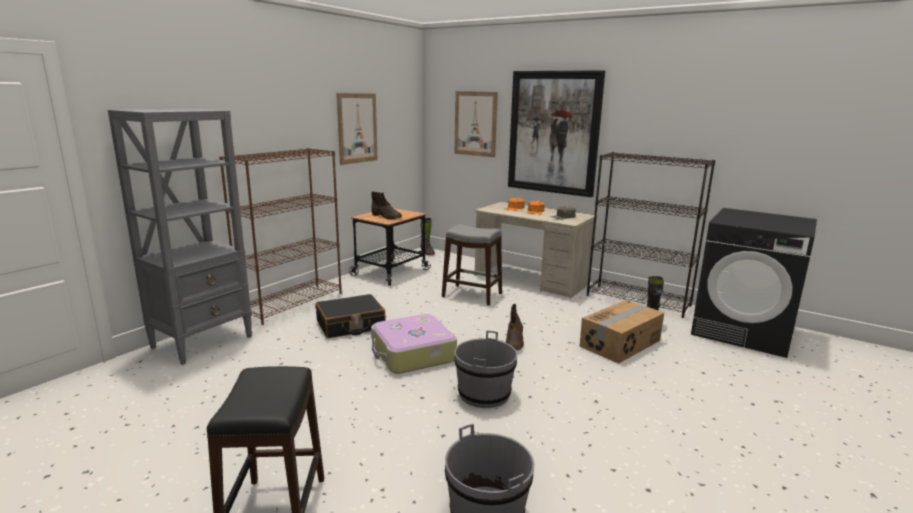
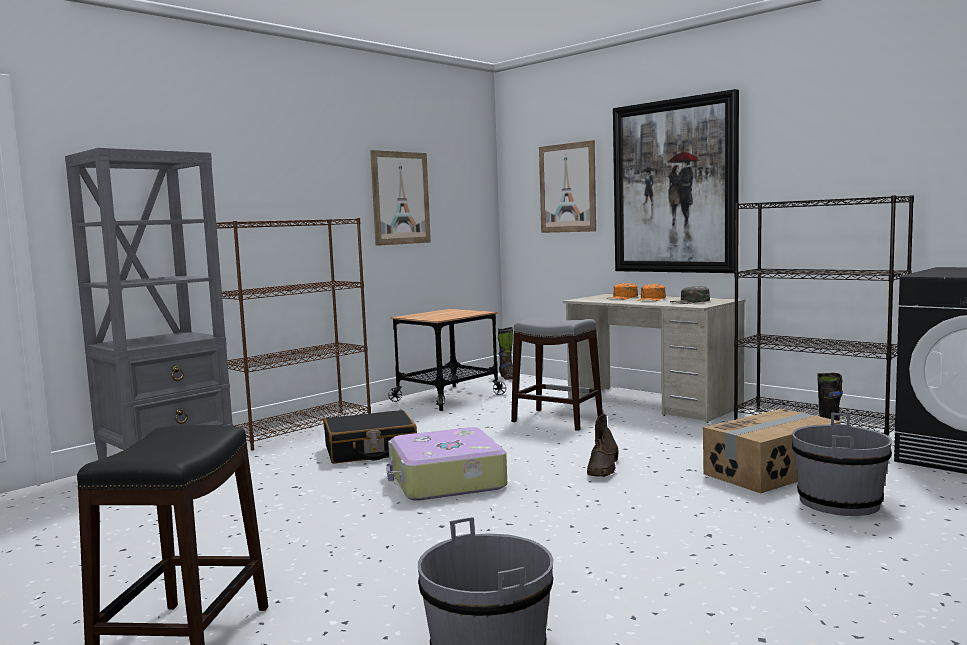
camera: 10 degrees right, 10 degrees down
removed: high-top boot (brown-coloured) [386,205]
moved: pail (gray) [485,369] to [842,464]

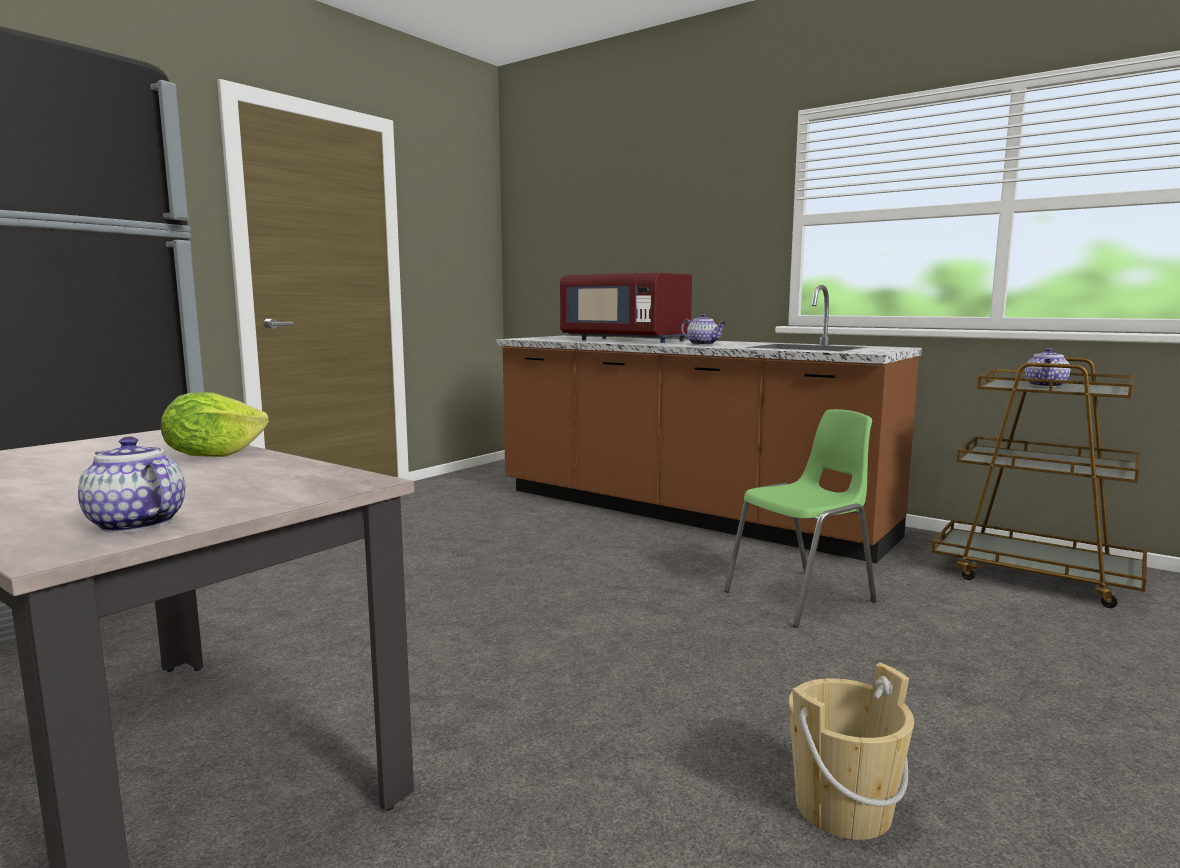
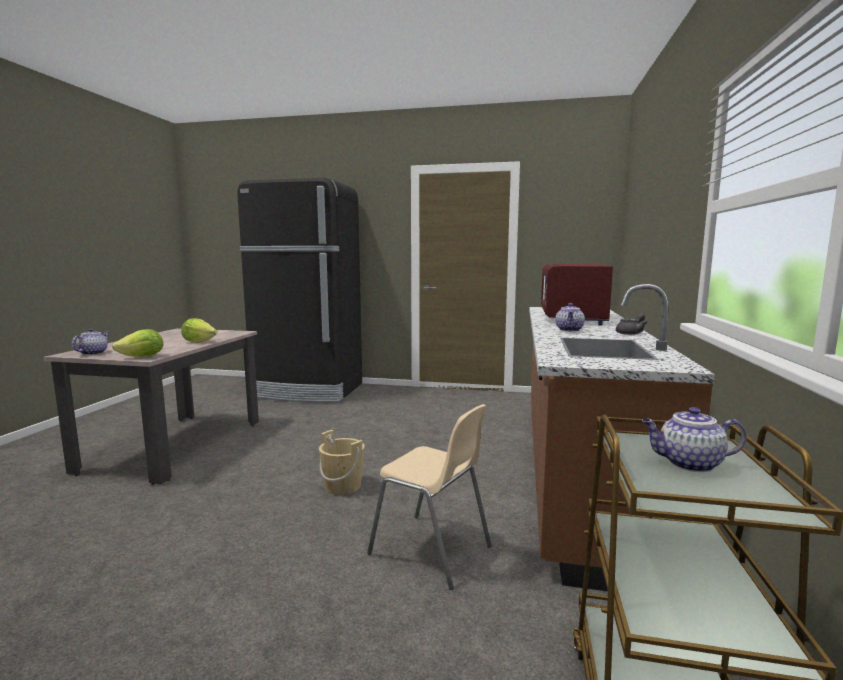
camera: 65 degrees right, 0 degrees up
added: lettuce [137,343]; pot for tea (gray) [632,324]
moved: pail (sand-coloured) [851,751] to [342,462]
recoloured: chair (green-coloured) [800,518] to chair (sand-coloured) [429,497]

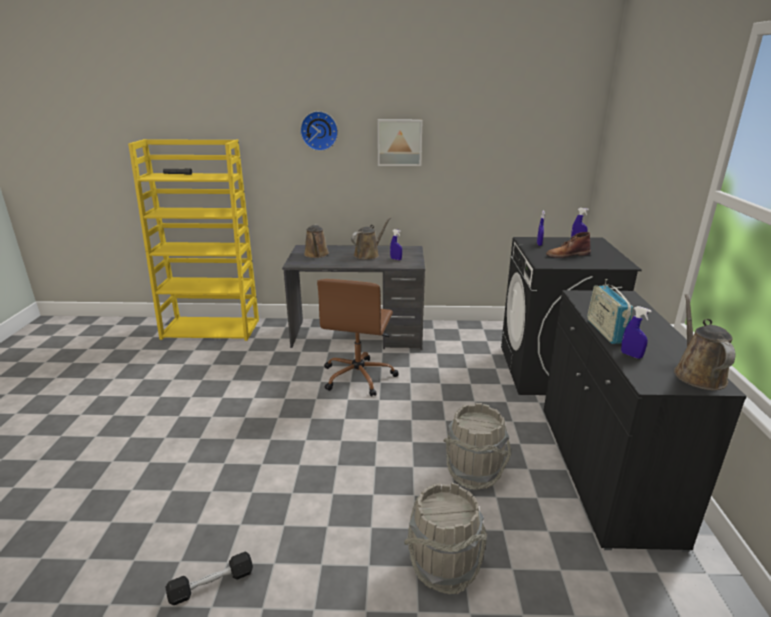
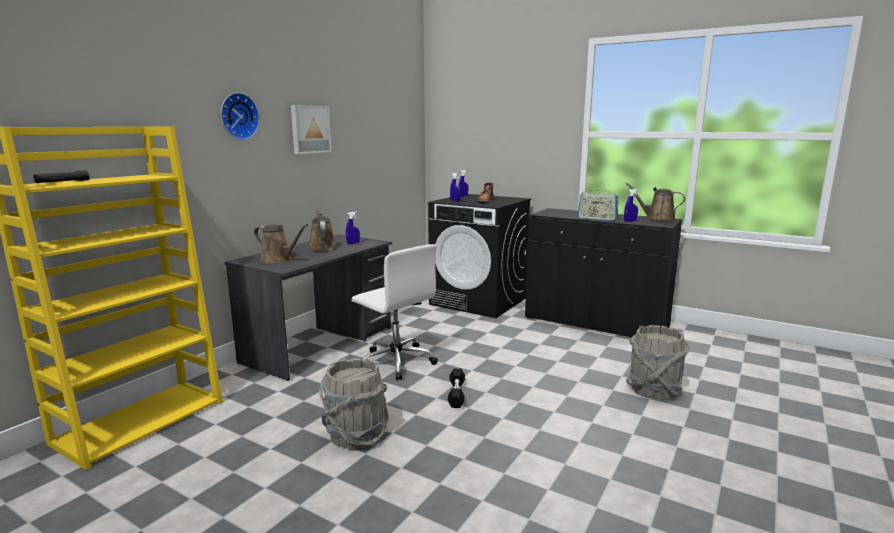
camera: 60 degrees left, 10 degrees down
moved: dumbbell (black) [209,578] to [456,388]; pail (gray) [477,446] to [354,403]
recoloured: desk chair (brown-coloured) [358,338] to desk chair (white-coloured) [394,312]

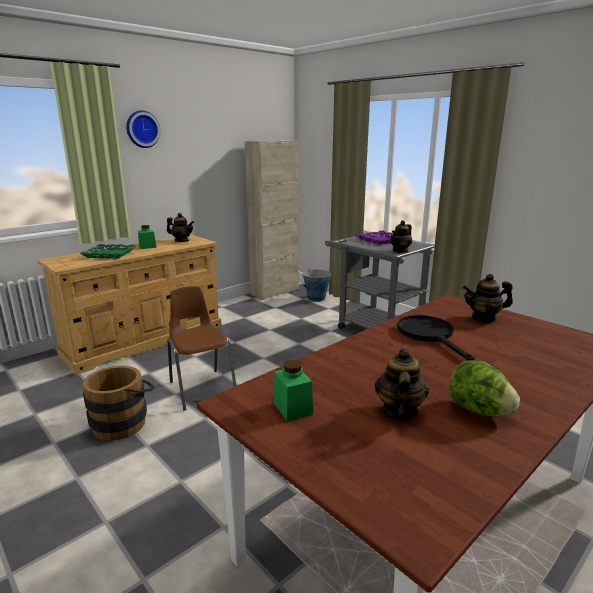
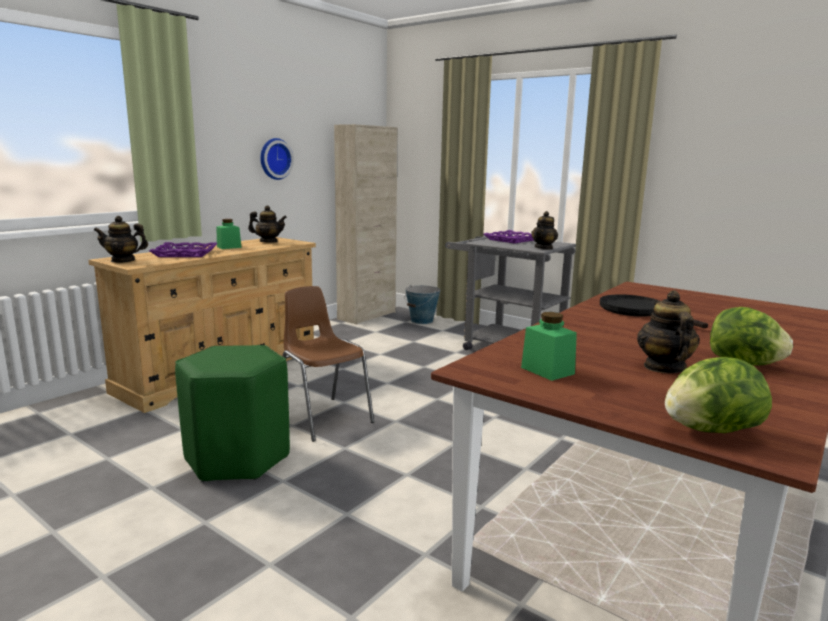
camera: 10 degrees left, 5 degrees down
added: lettuce [718,395]
moved: wall clock [143,129] to [277,159]; pot for tea [488,298] to [121,239]
replaced: pail (brown-coloured) [119,403] to stool (green-coloured) [232,413]
recoloured: tray (green-coloured) [108,251] to tray (purple) [183,249]

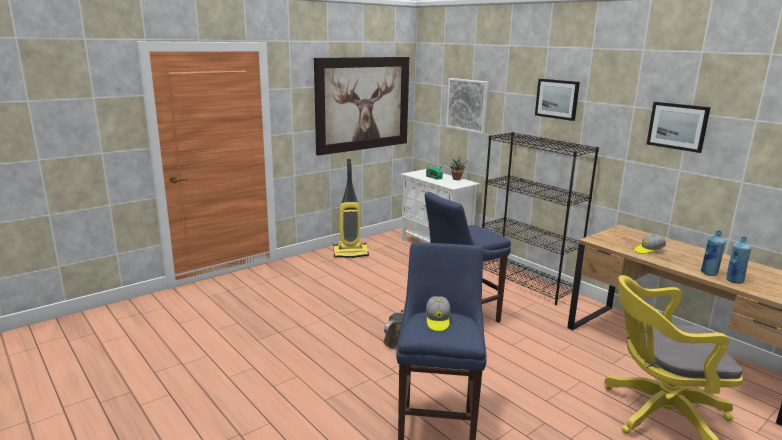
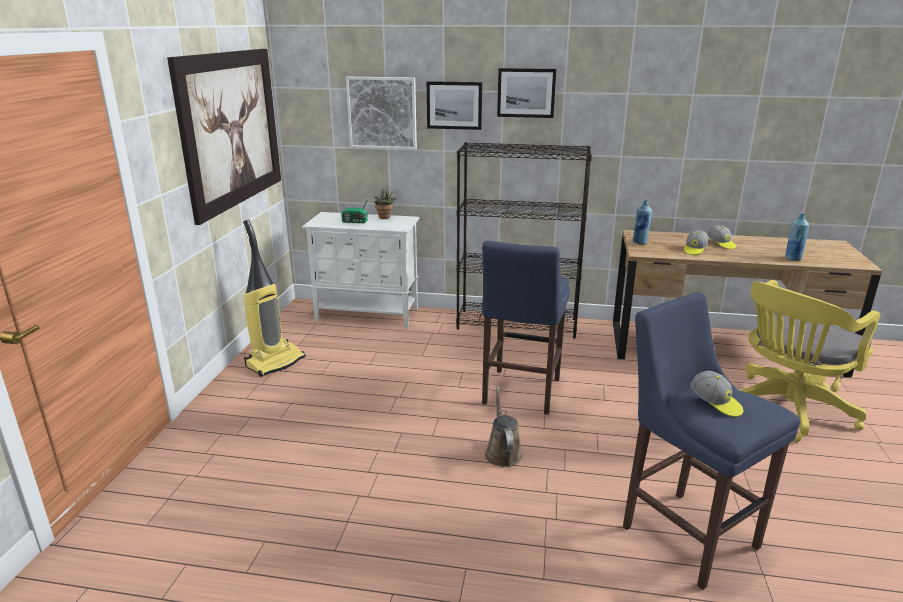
camera: 40 degrees left, 5 degrees up
added: peaked cap [721,237]
moved: wall picture [679,127] to [454,105]; drink bottle (bluish) [713,253] to [642,222]

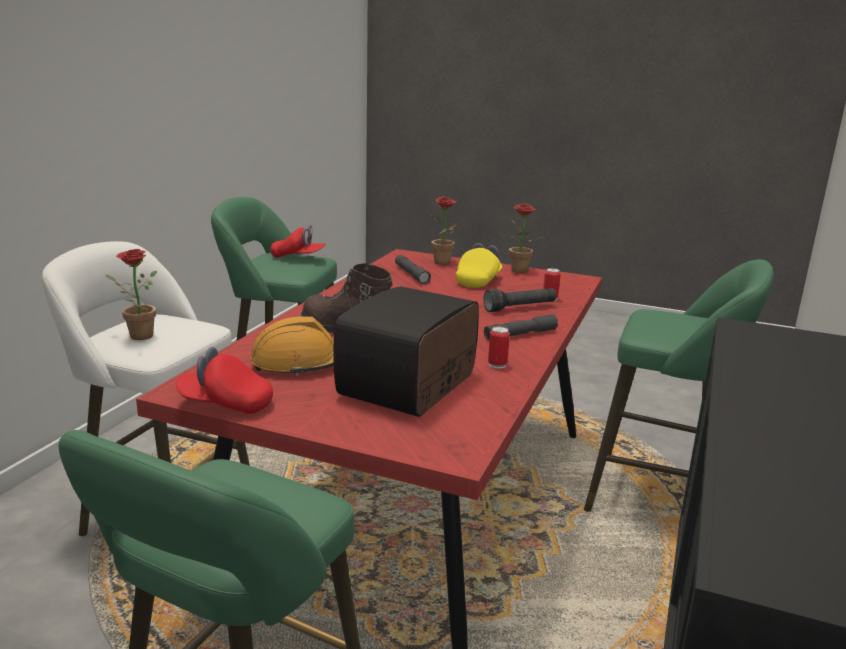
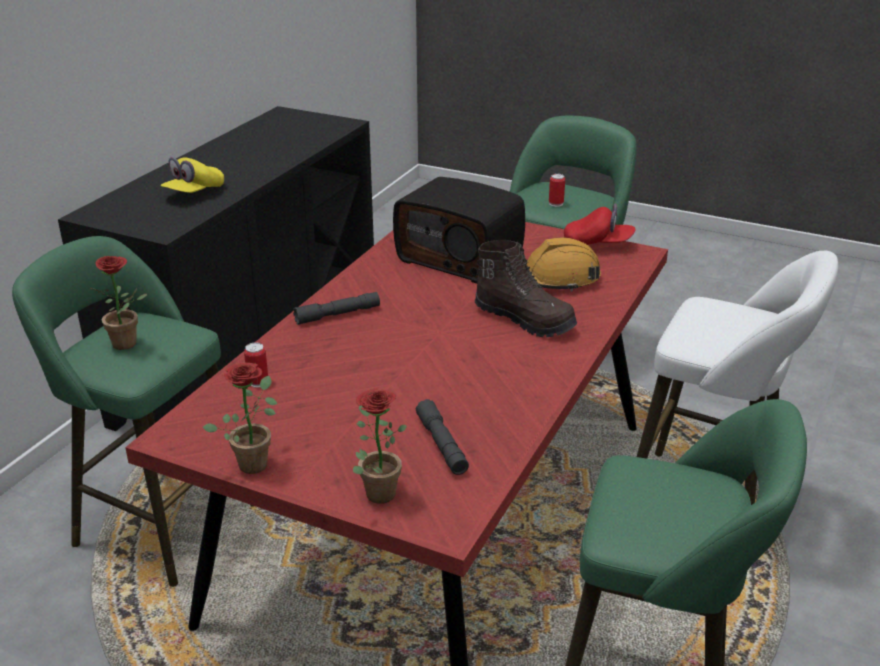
camera: 175 degrees left, 10 degrees up
removed: peaked cap (reddish) [298,241]; flashlight (black) [520,300]
moved: plant in a pot [131,294] to [118,303]; peaked cap (yellow-coloured) [479,265] to [192,175]; metal can [499,348] to [557,190]
turned: radio receiver [406,351] = [459,230] 90 degrees clockwise

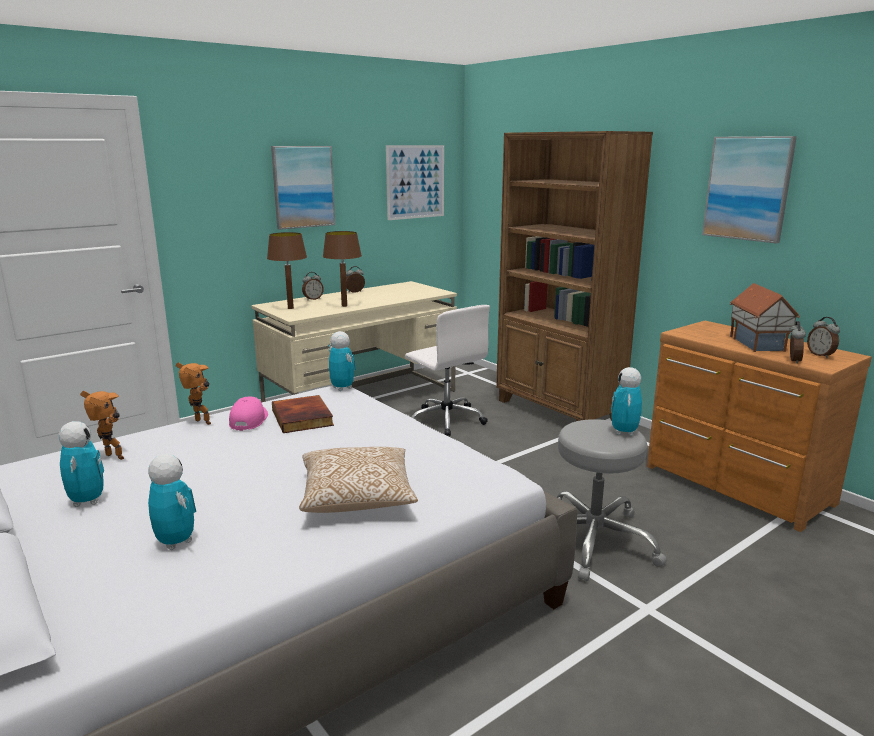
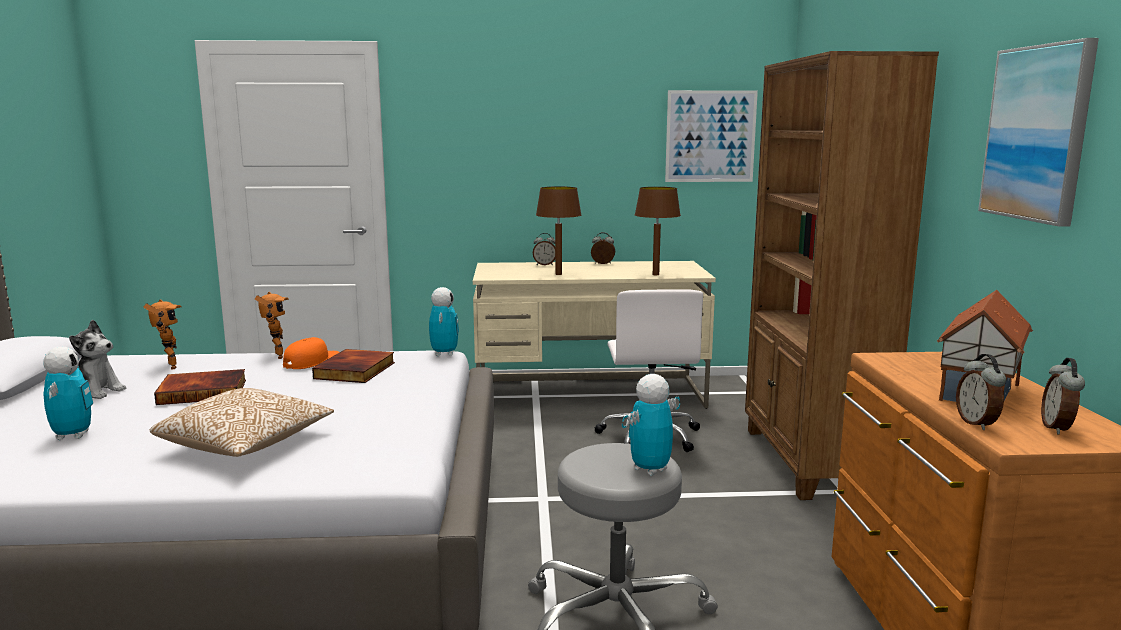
camera: 35 degrees right, 5 degrees down
removed: wall picture [303,188]
added: volume [200,387]
moved: table lamp (brown-coloured) [287,270] to [658,231]
replaced: robot figure [81,464] to cuddly toy [98,359]
recoloured: peaked cap (pink-coloured) [248,414] to peaked cap (orange) [311,353]
turned: bedside clock [797,342] = [981,392] 120 degrees clockwise

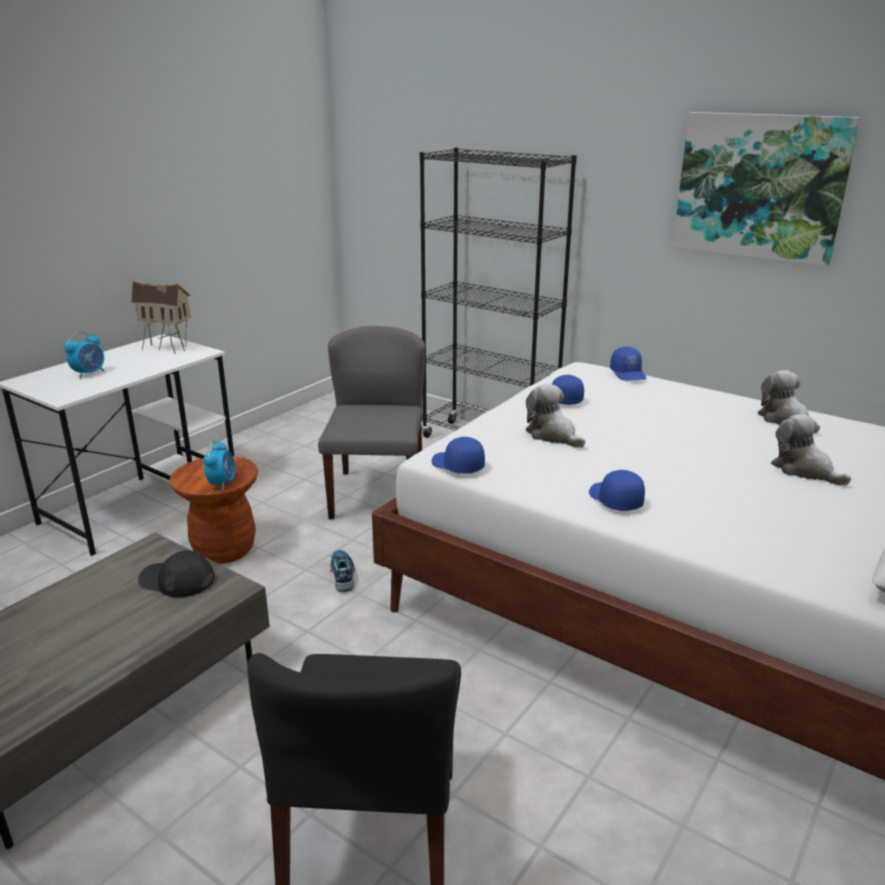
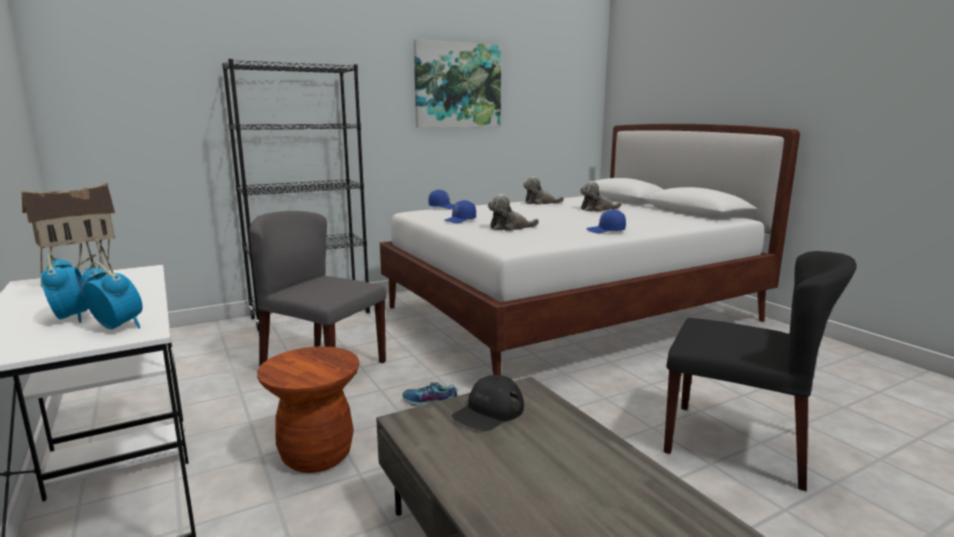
camera: 65 degrees left, 10 degrees down
removed: peaked cap (bluish) [458,455]
moved: bedside clock [219,466] to [111,295]

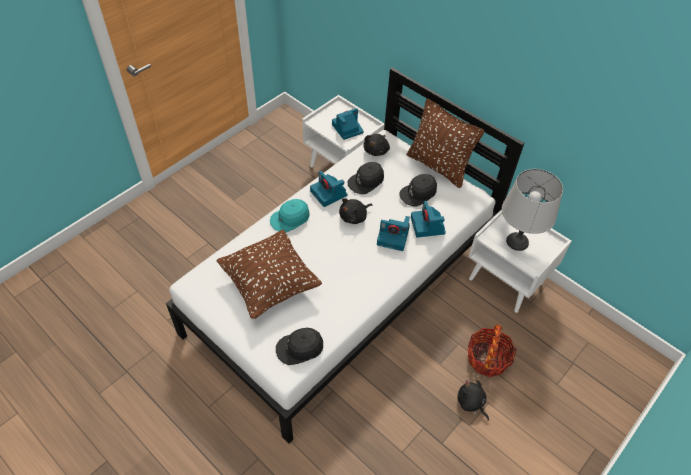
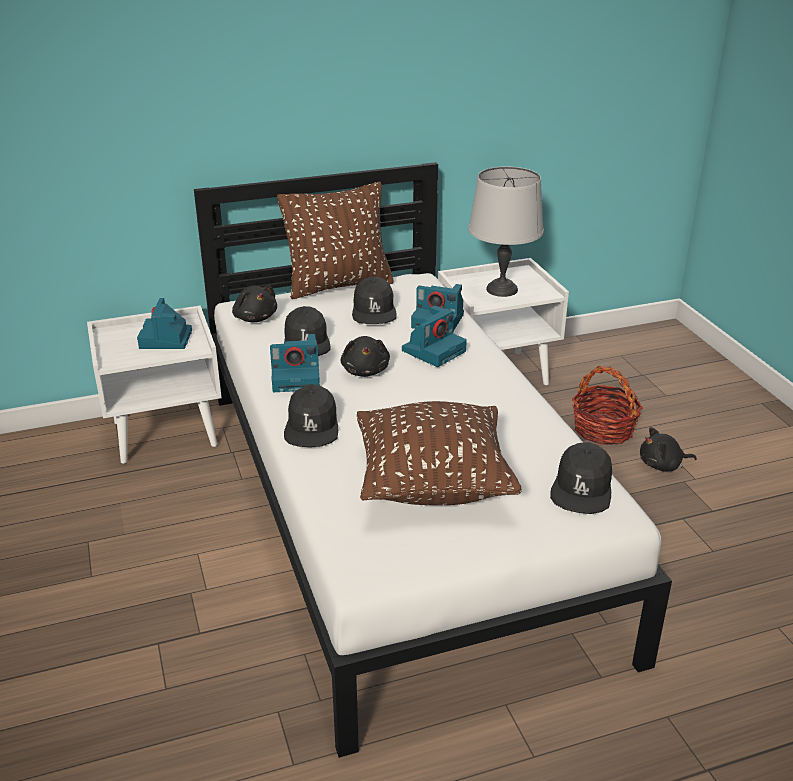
camera: 60 degrees left, 20 degrees down
recoloured: peaked cap (turquoise) [290,216] to peaked cap (black) [311,415]

